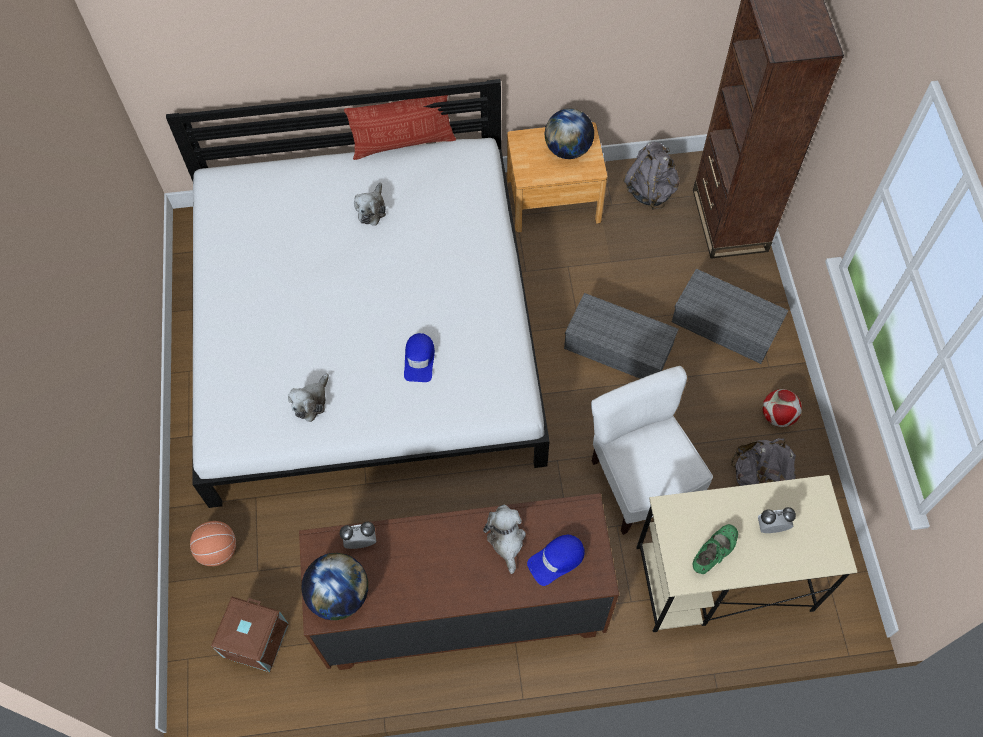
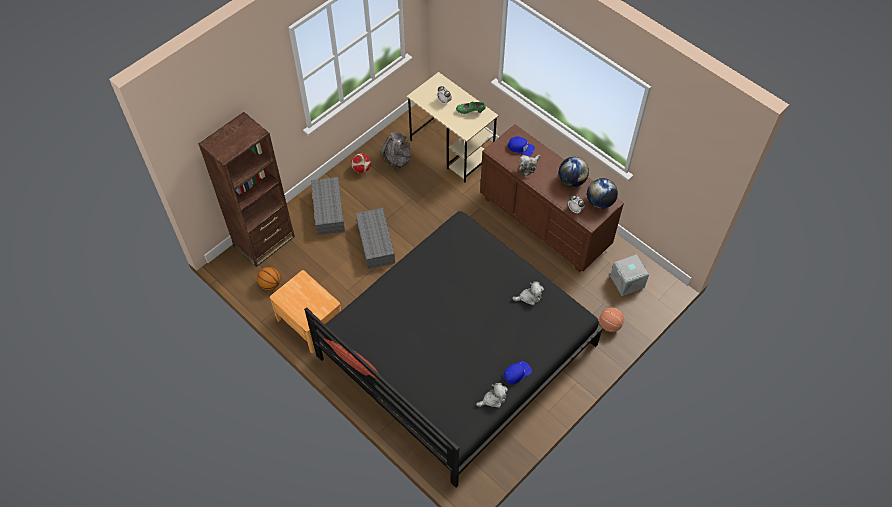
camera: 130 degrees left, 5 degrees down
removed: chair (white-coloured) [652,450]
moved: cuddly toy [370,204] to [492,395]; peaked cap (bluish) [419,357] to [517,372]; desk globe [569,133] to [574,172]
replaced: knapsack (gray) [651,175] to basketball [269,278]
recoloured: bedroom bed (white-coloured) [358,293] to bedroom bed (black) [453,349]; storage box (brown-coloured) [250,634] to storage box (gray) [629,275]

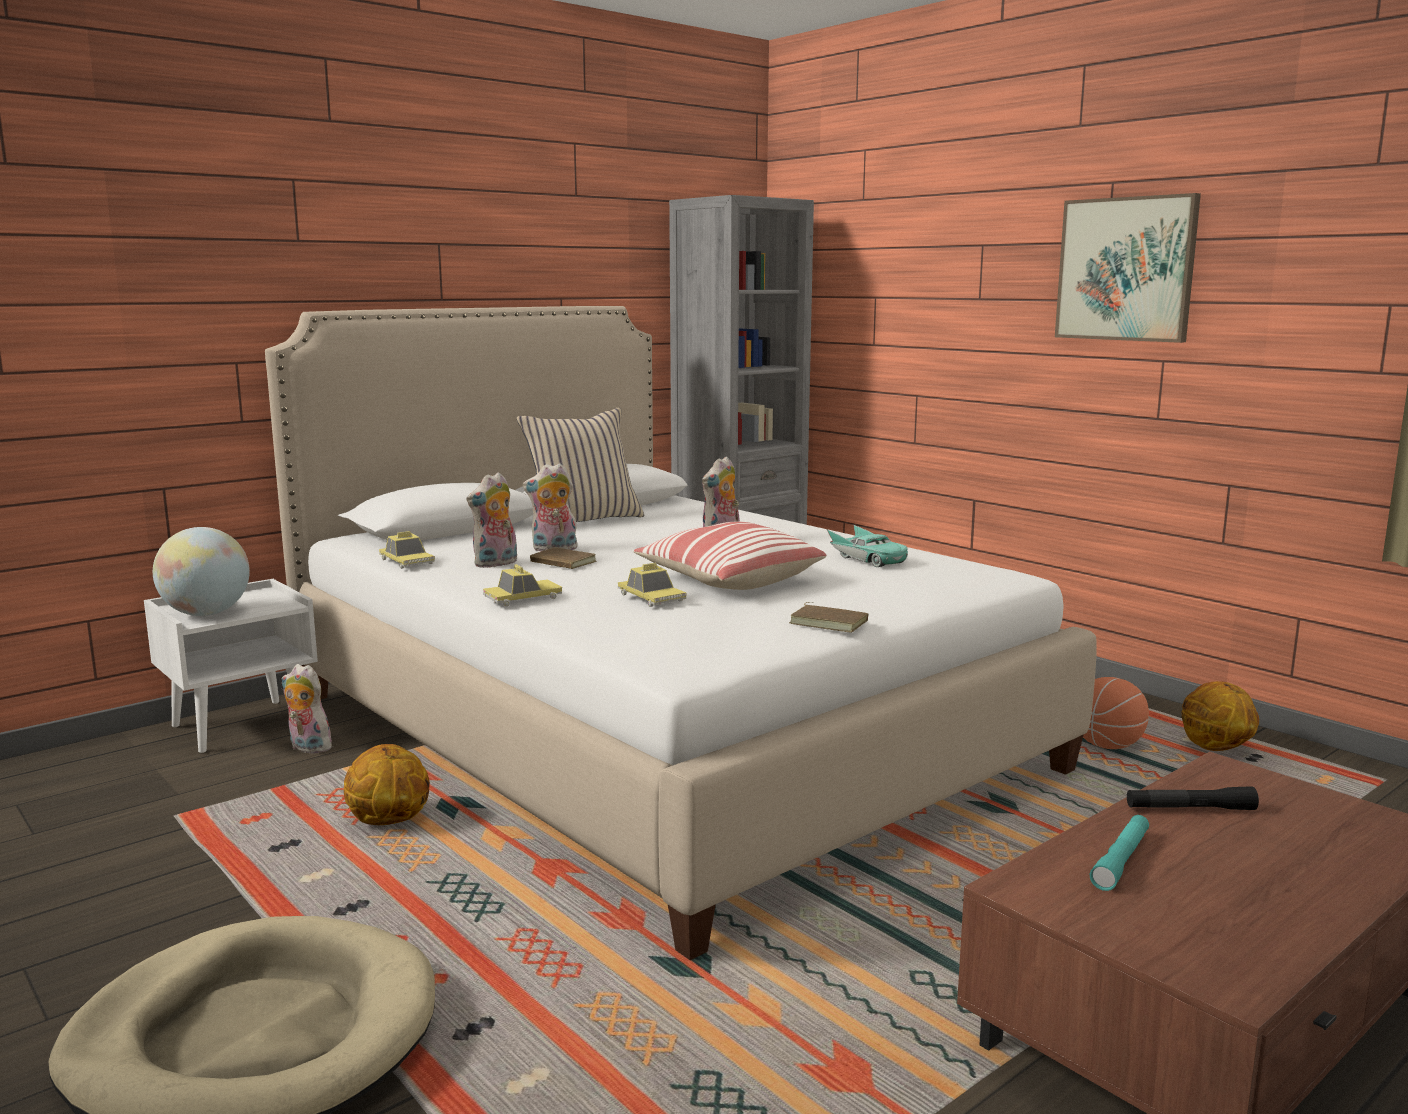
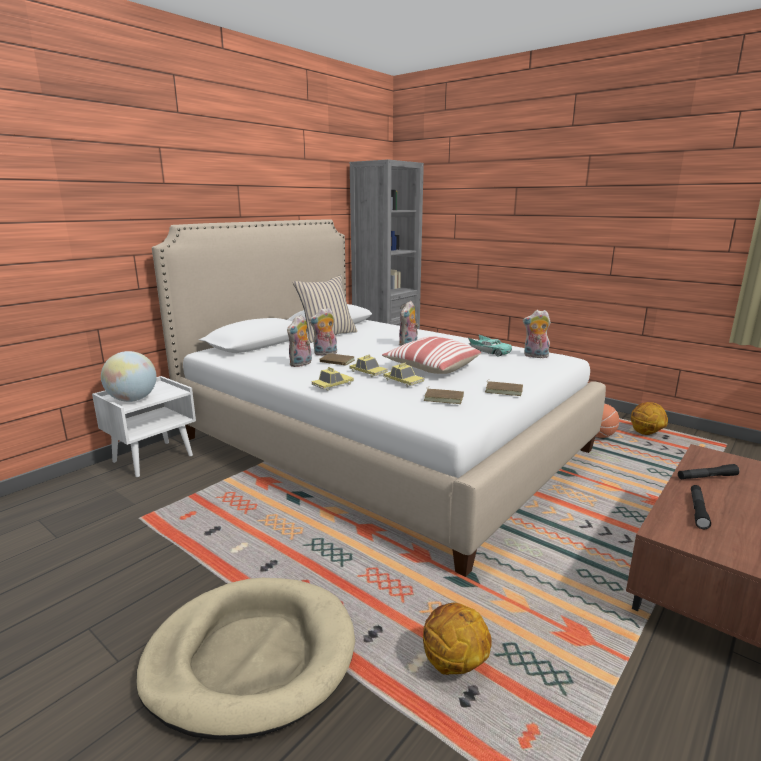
camera: 10 degrees left, 5 degrees up
removed: wall picture [1128,268]
added: volume (brown-coloured) [443,395]
moved: cuddly toy [308,709] to [537,334]; basketball [387,784] to [457,638]; toy car [407,550] to [368,366]
recoloured: flashlight (turquoise) [1119,853] to flashlight (black) [701,507]

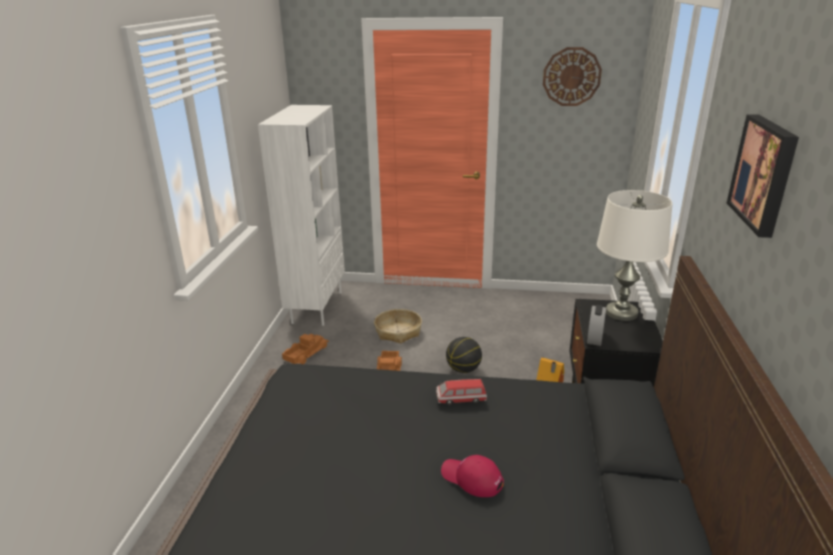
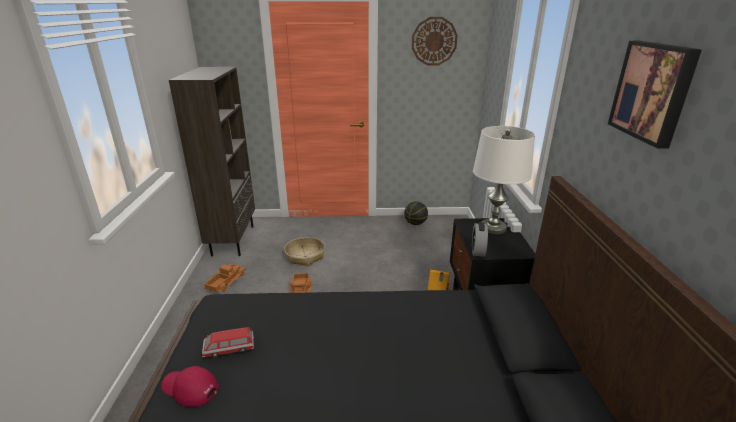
camera: 10 degrees left, 0 degrees up
moved: toy car [461,392] to [228,342]; peaked cap (reddish) [472,476] to [190,386]; basketball [464,355] to [416,213]
recoloured: shelving unit (white-coloured) [301,215] to shelving unit (brown-coloured) [212,162]

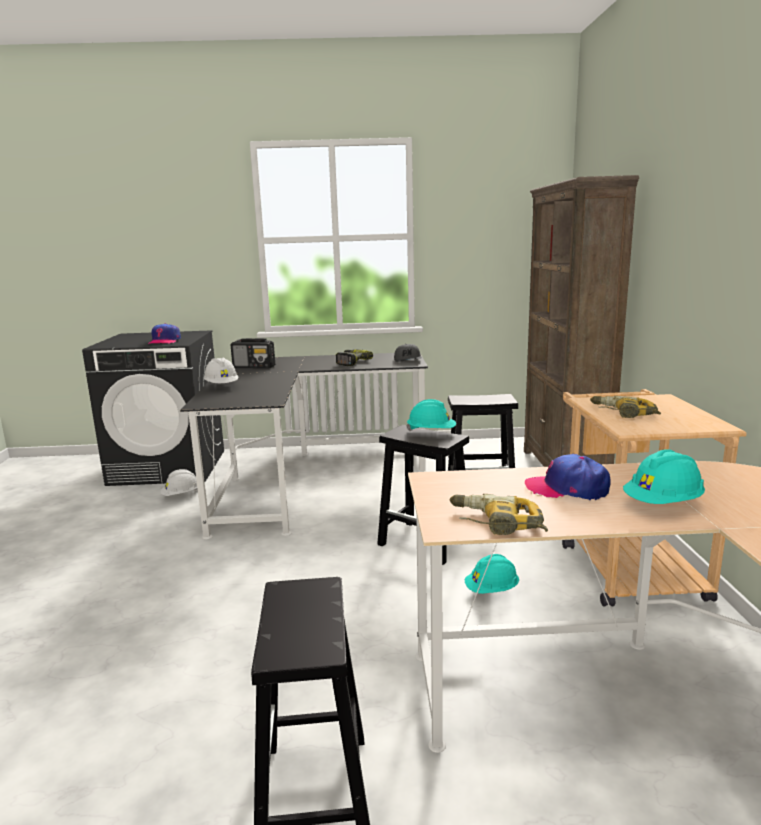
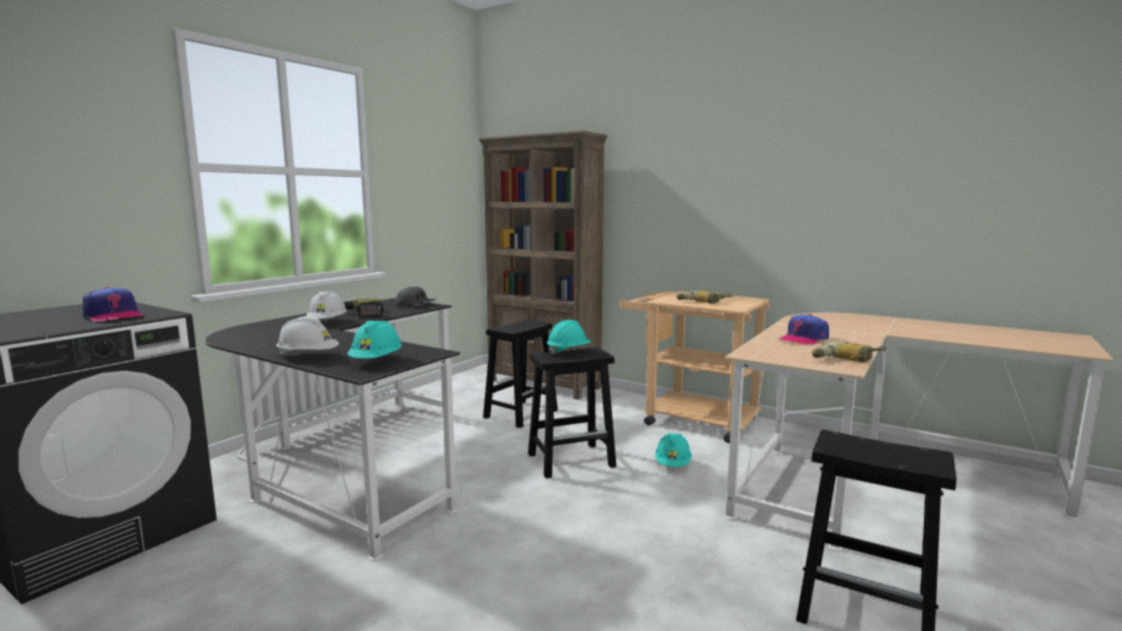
camera: 55 degrees left, 5 degrees down
removed: radio receiver [253,353]
moved: hard hat (white-coloured) [179,482] to [326,305]; hard hat (turquoise) [664,476] to [374,339]

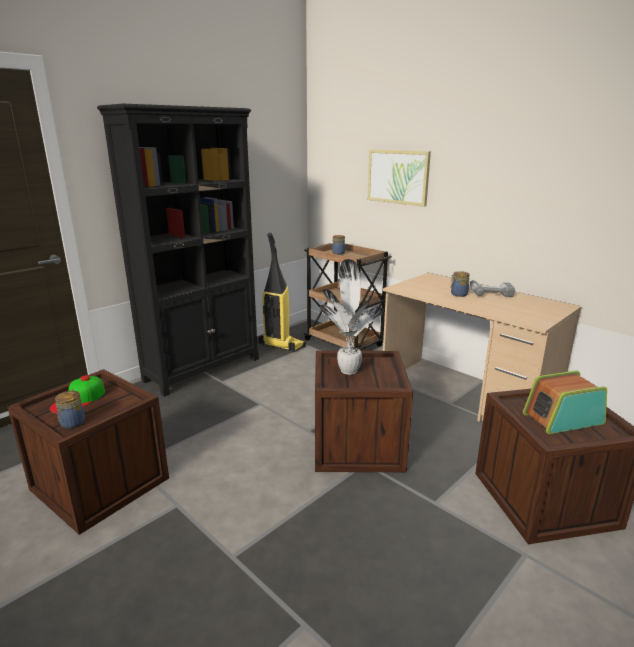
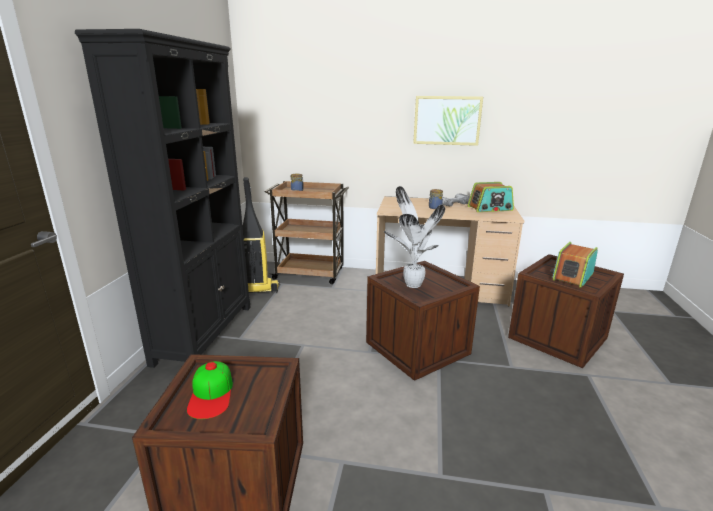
camera: 35 degrees left, 0 degrees up
removed: storage jar [70,410]
added: radio receiver [490,197]
moved: wall picture [399,178] to [448,121]

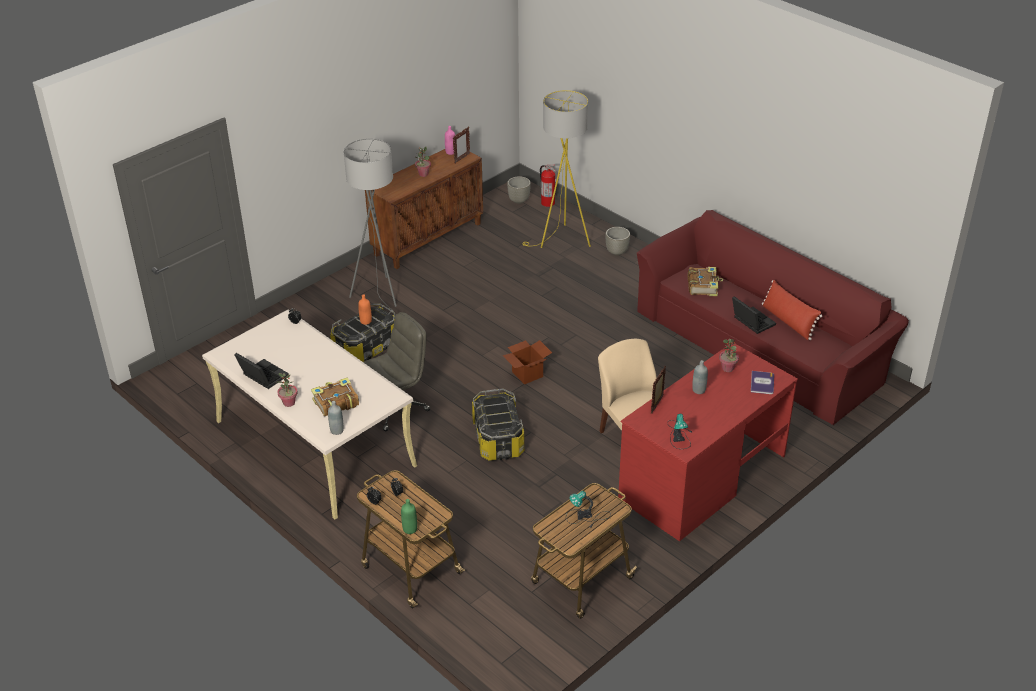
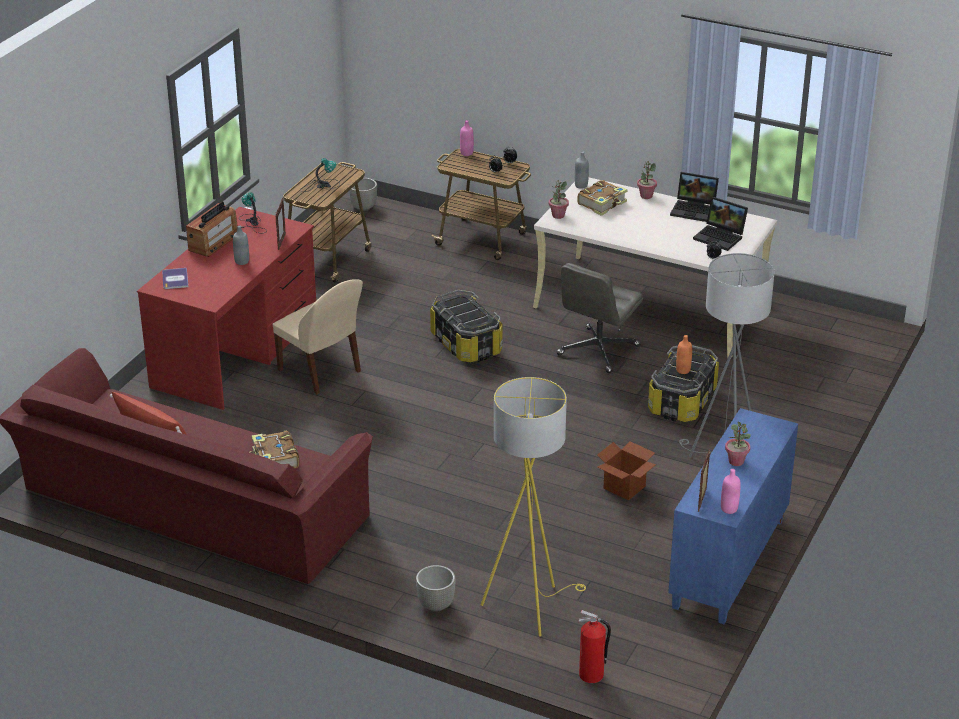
camera: 160 degrees right, 5 degrees down
added: radio receiver [212,229]
moved: carton [527,362] to [626,471]; planter (gray) [519,190] to [363,194]; plant in a pot [729,355] to [559,199]; notebook computer [754,315] to [720,224]
recoloured: cupboard (brown-coloured) [424,209] to cupboard (bluish) [733,516]; drink bottle (green-coloured) [409,516] to drink bottle (pink-coloured) [467,138]

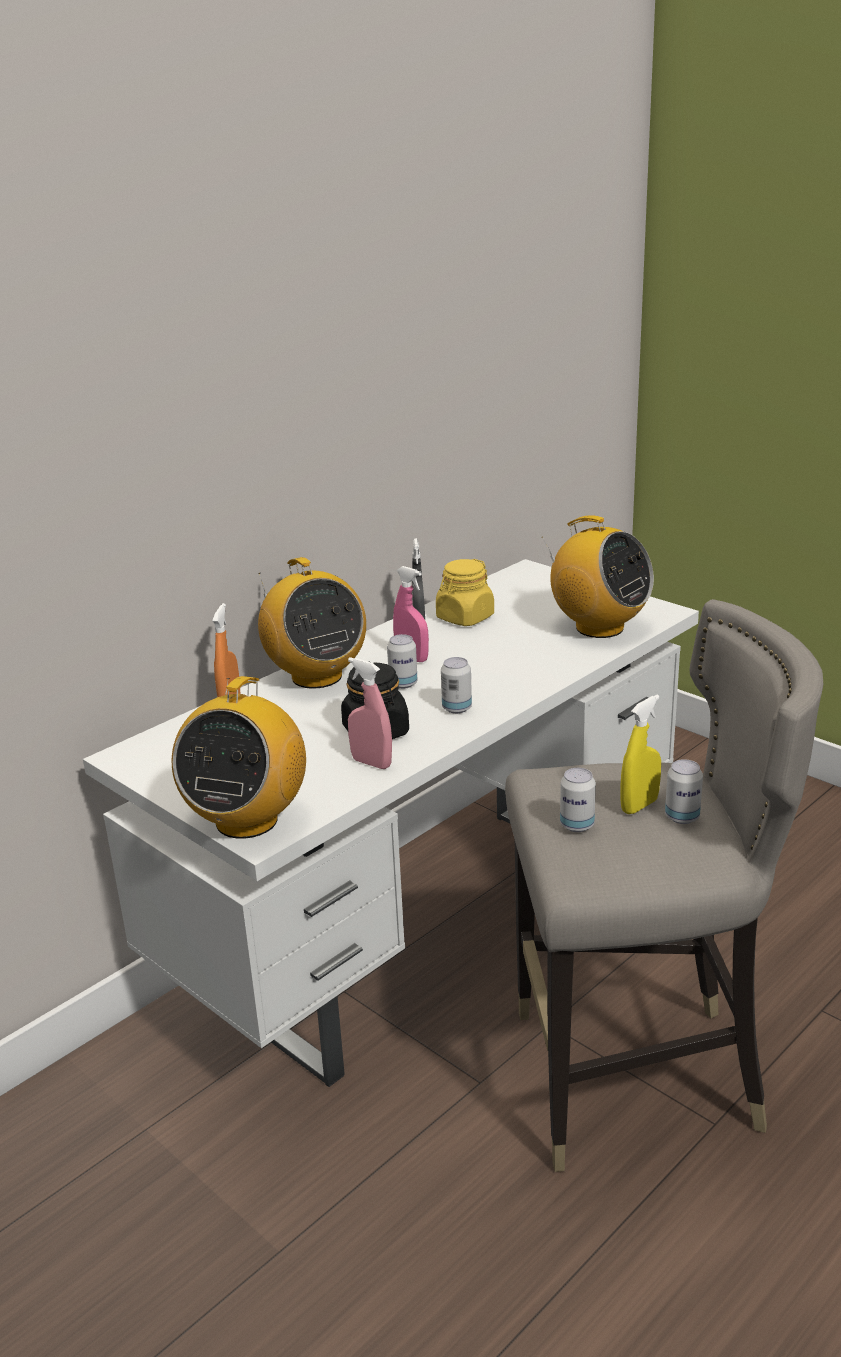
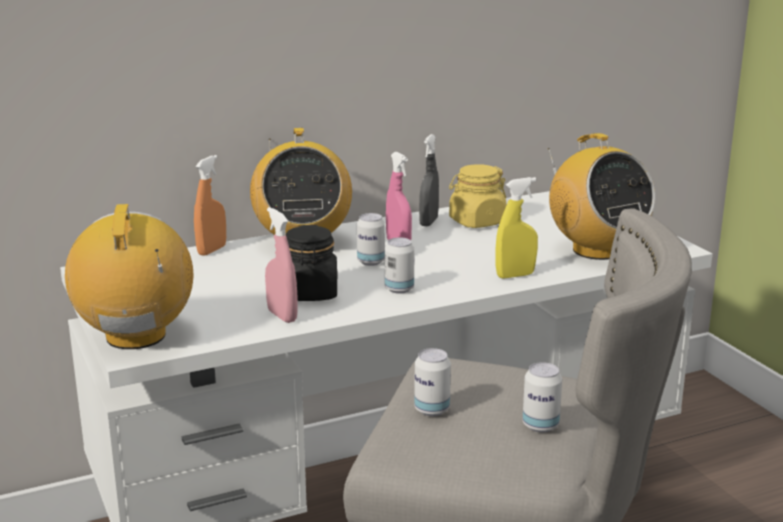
camera: 20 degrees right, 5 degrees down
moved: spray bottle (yellow-coloured) [640,754] to [516,228]
turned: radio receiver [239,757] = [129,276] 135 degrees clockwise

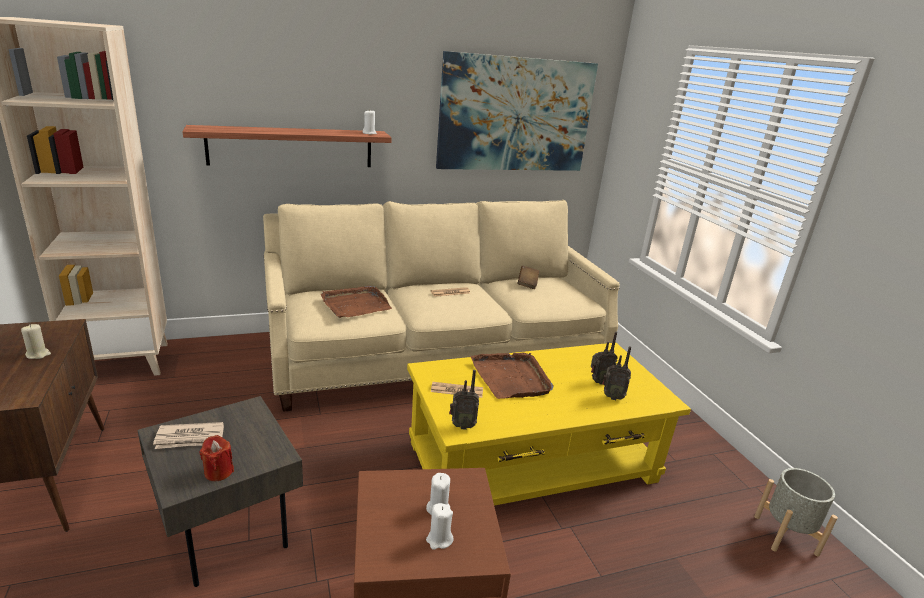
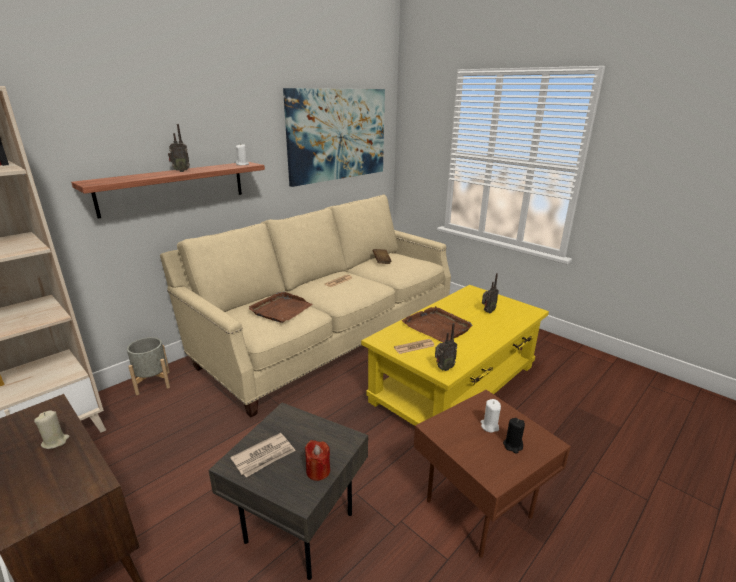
camera: 25 degrees left, 0 degrees up
moved: radio receiver [616,373] to [179,148]; planter (gray) [796,512] to [148,366]
recoloured: candle (white-coloured) [439,526] to candle (black) [514,435]

